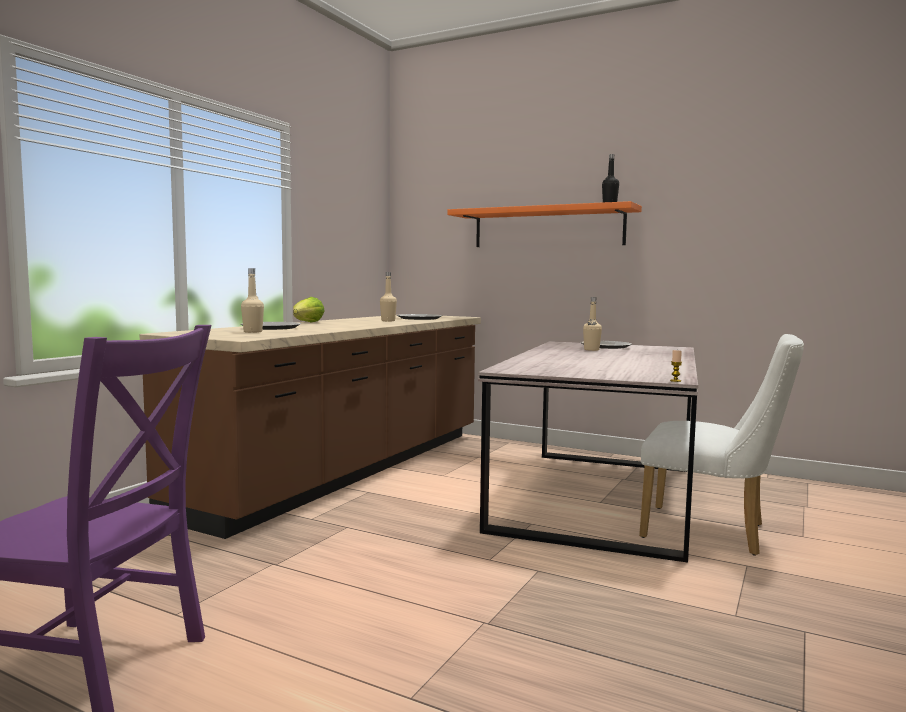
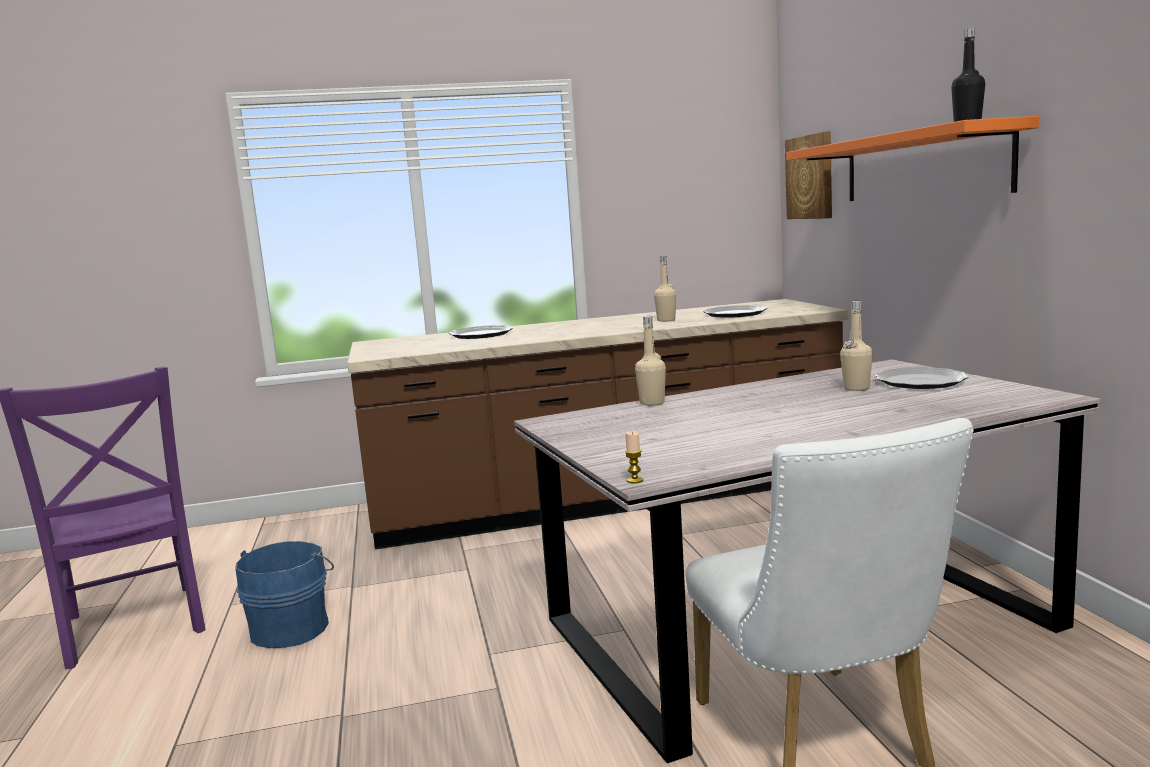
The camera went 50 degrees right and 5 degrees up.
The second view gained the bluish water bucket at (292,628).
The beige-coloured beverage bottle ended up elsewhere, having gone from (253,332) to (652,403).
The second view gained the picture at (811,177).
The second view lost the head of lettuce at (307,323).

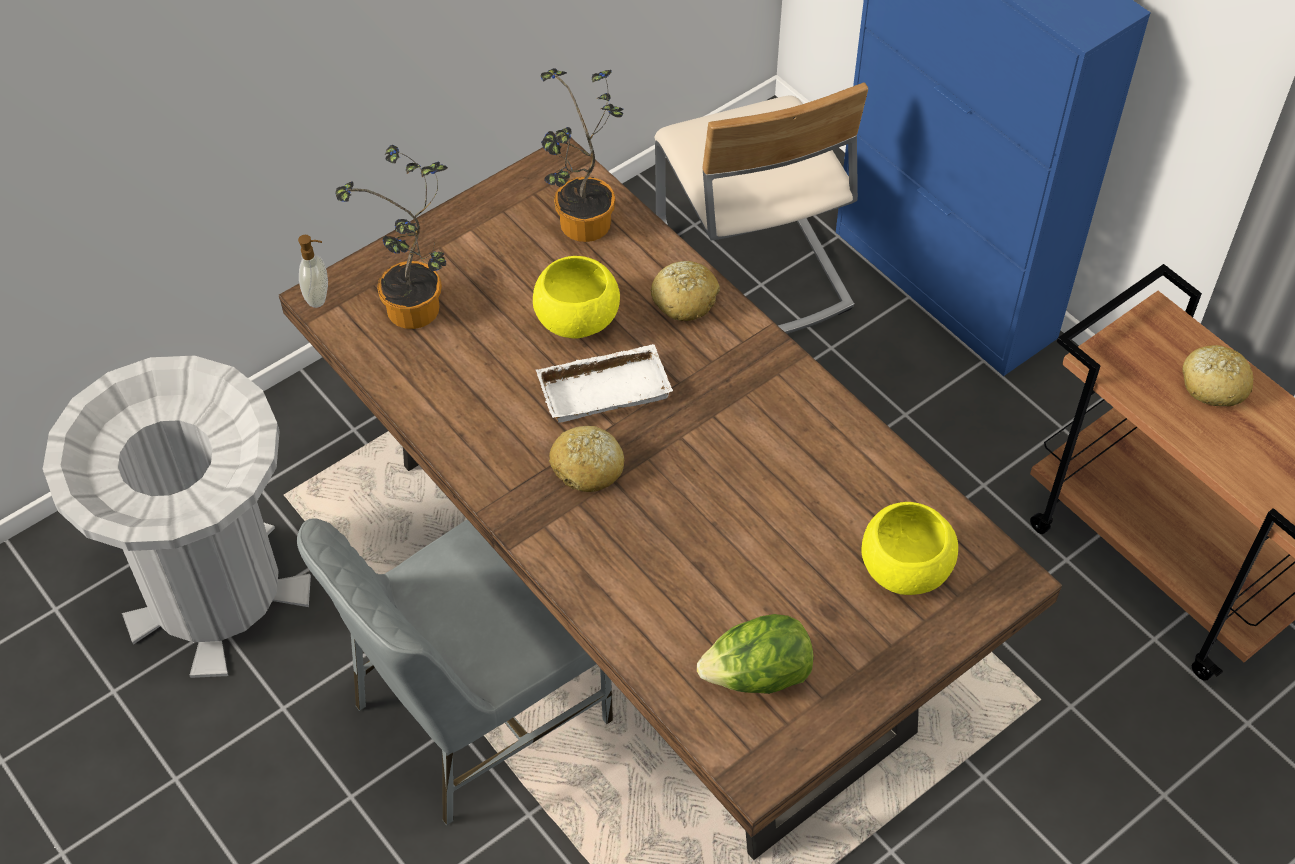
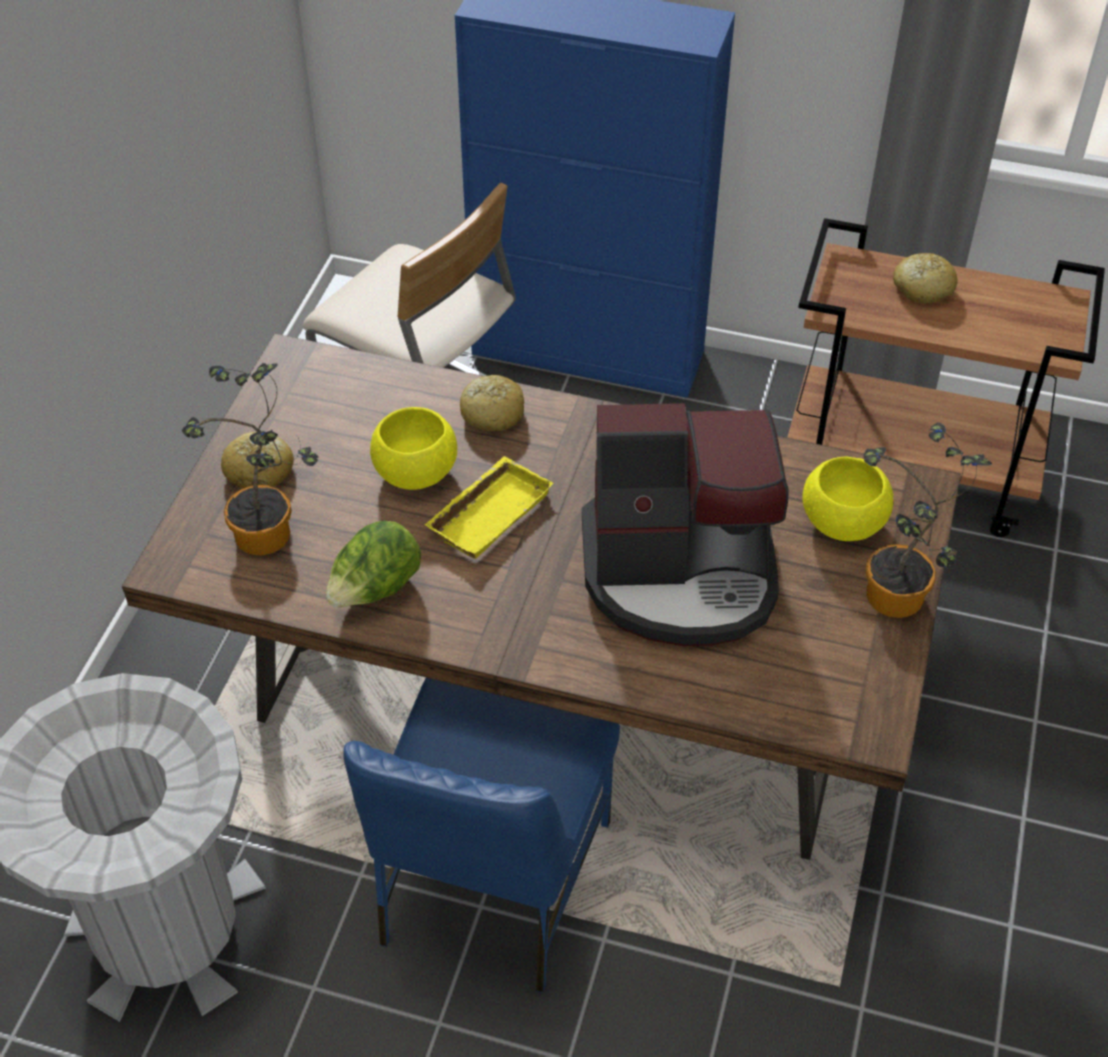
The camera went 35 degrees left and 5 degrees down.
The bread ended up elsewhere, having gone from (588,467) to (259,470).
The head of lettuce ended up elsewhere, having gone from (757,676) to (376,590).
What was the gray plain chair at (476,712) turned into the bluish plain chair at (490,884).
What was the white-coloured carrying tray at (605,387) turned into the yellow carrying tray at (488,512).
The second view gained the coffee machine at (681,574).
The plant in a pot ended up elsewhere, having gone from (581,229) to (896,603).
The second view lost the liquid soap bottle at (319,296).

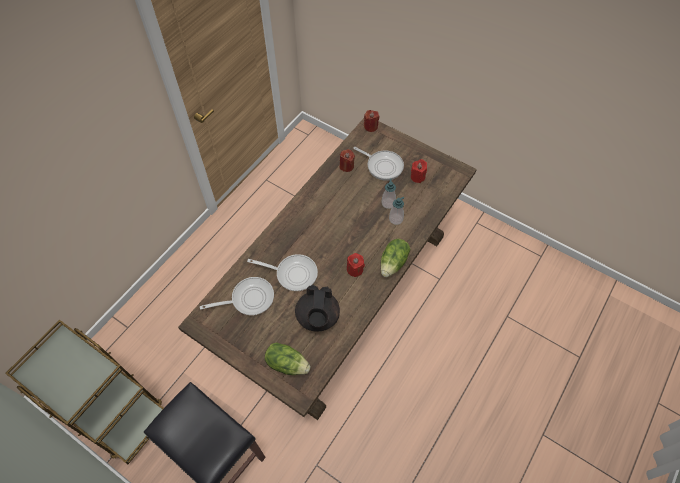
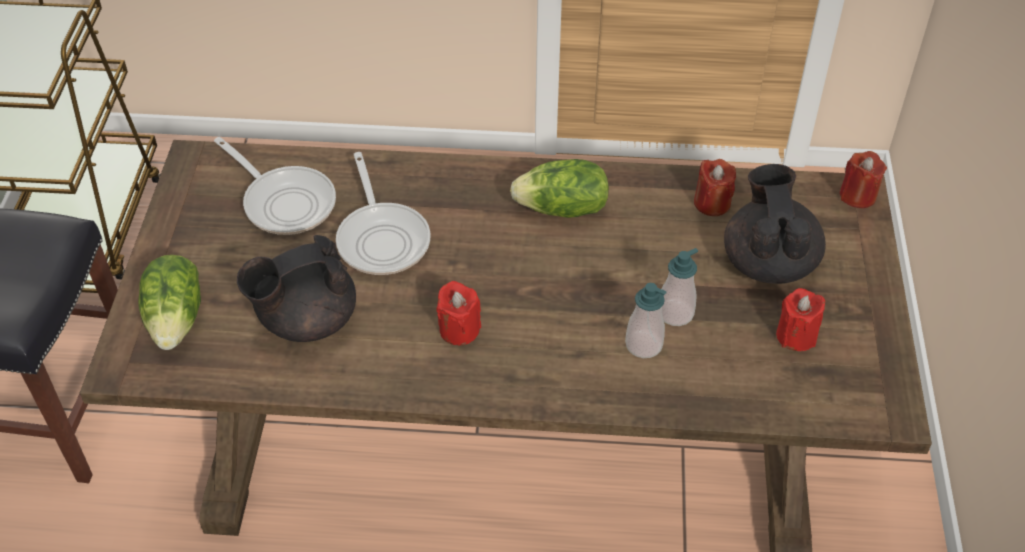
The camera went 60 degrees right and 10 degrees down.
The head of lettuce ended up elsewhere, having gone from (394,263) to (562,209).
Where the frying pan stood at (383,166), the blackish pot for tea came to stand at (768,261).

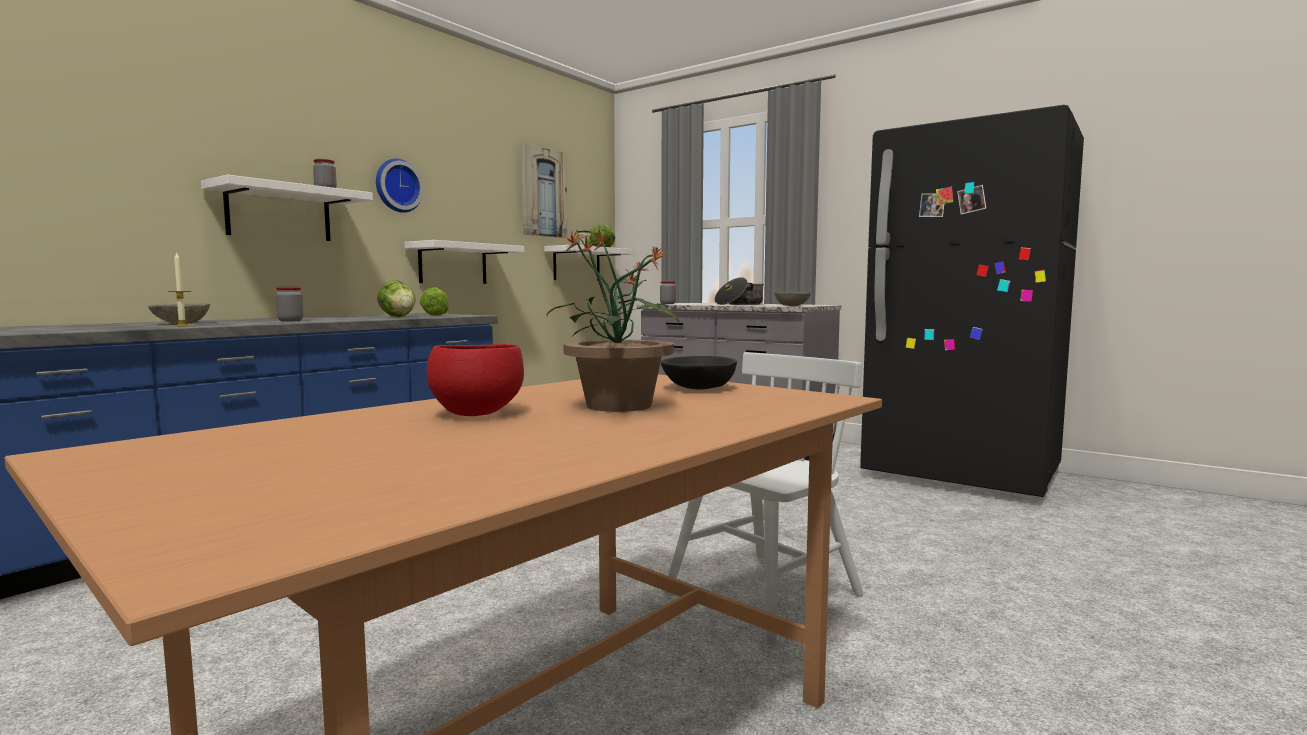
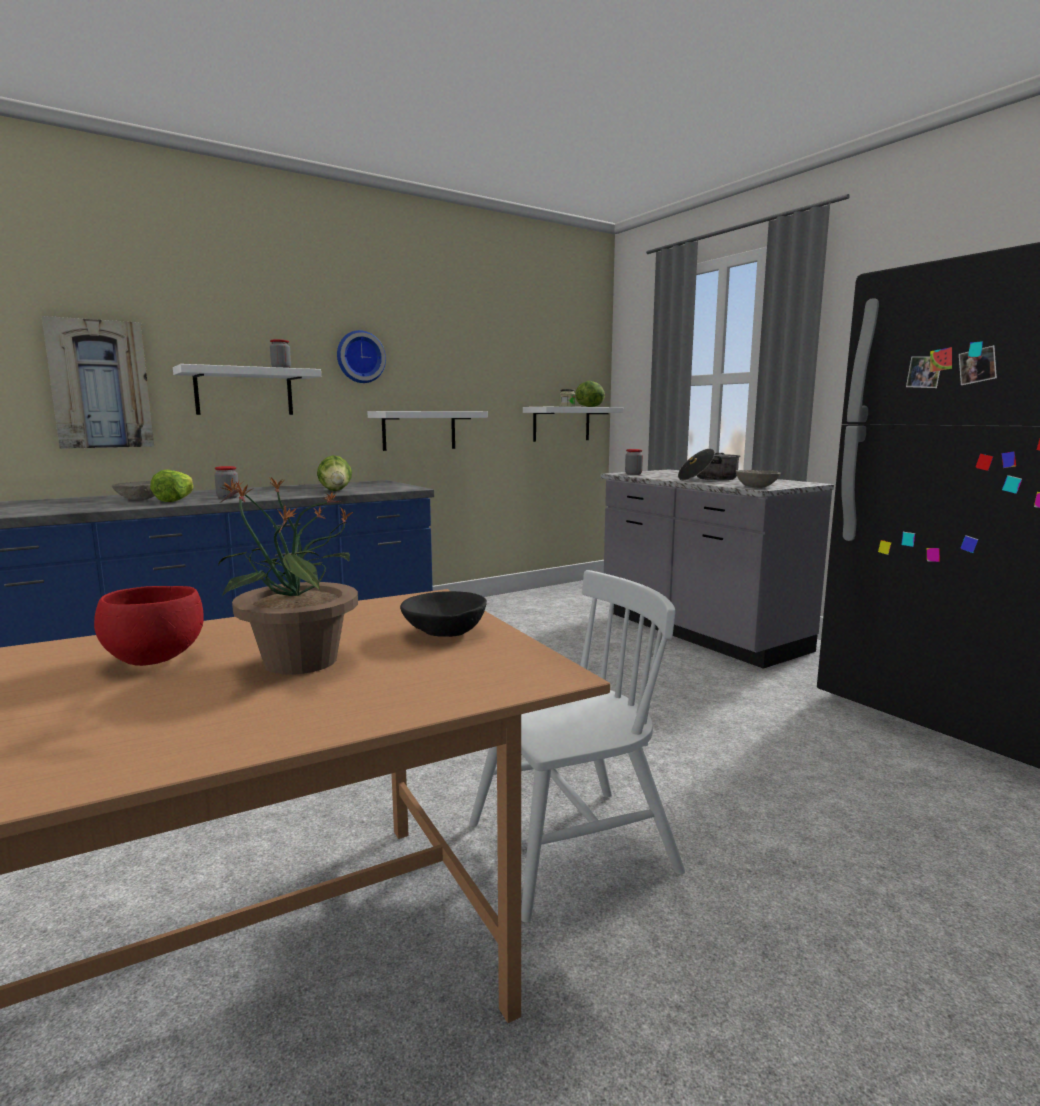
The camera went 20 degrees right and 5 degrees up.
The picture ended up elsewhere, having gone from (543,193) to (100,384).
The head of lettuce ended up elsewhere, having gone from (435,315) to (176,500).
The second view lost the wax candle at (182,325).

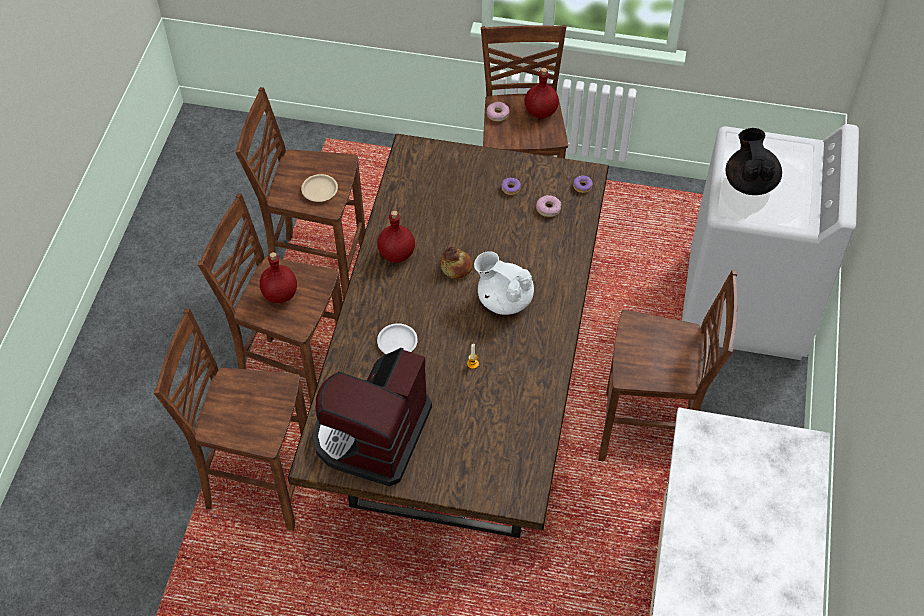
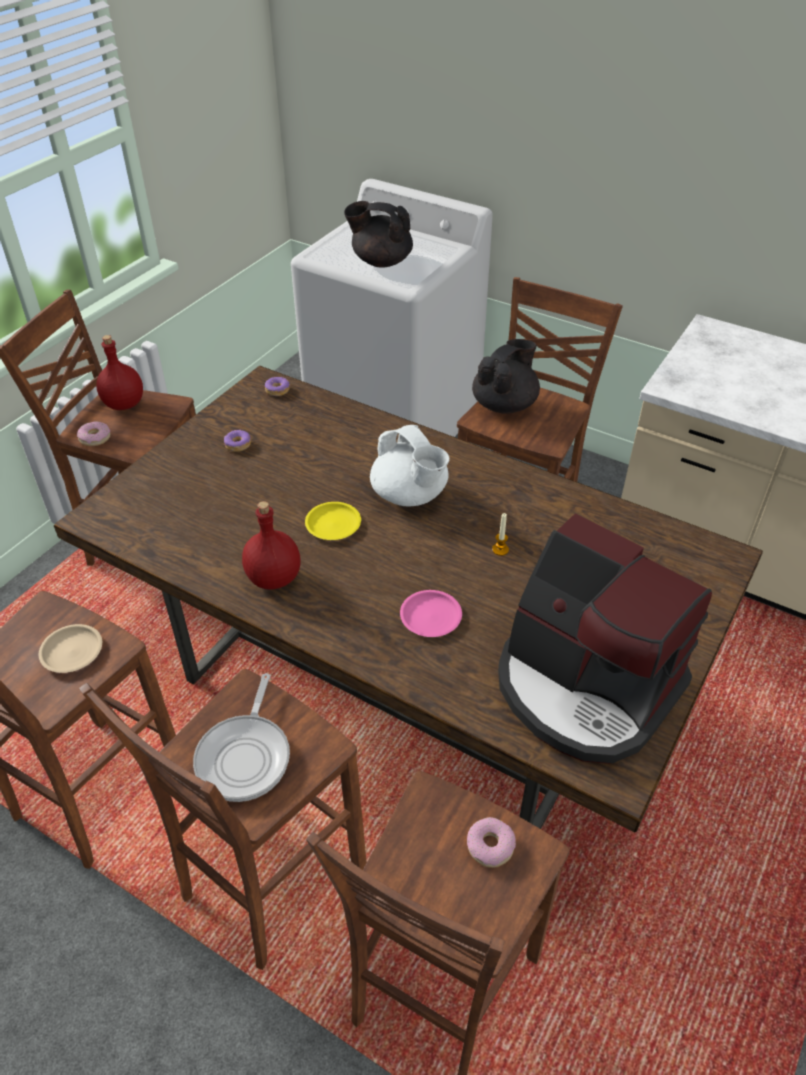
The camera went 70 degrees left and 10 degrees down.
Where the red beverage bottle stood at (281,294), the frying pan came to stand at (245,756).
Where the bread stood at (456,267), the yellow plate came to stand at (332,524).
The white-coloured pot for tea at (504,299) ended up facing another way, 90 degrees counterclockwise from before.
What was the white-coloured plate at (397,342) turned into the pinkish plate at (431,616).
The doughnut ended up elsewhere, having gone from (548,209) to (490,846).
The second view gained the blackish pot for tea at (505,404).

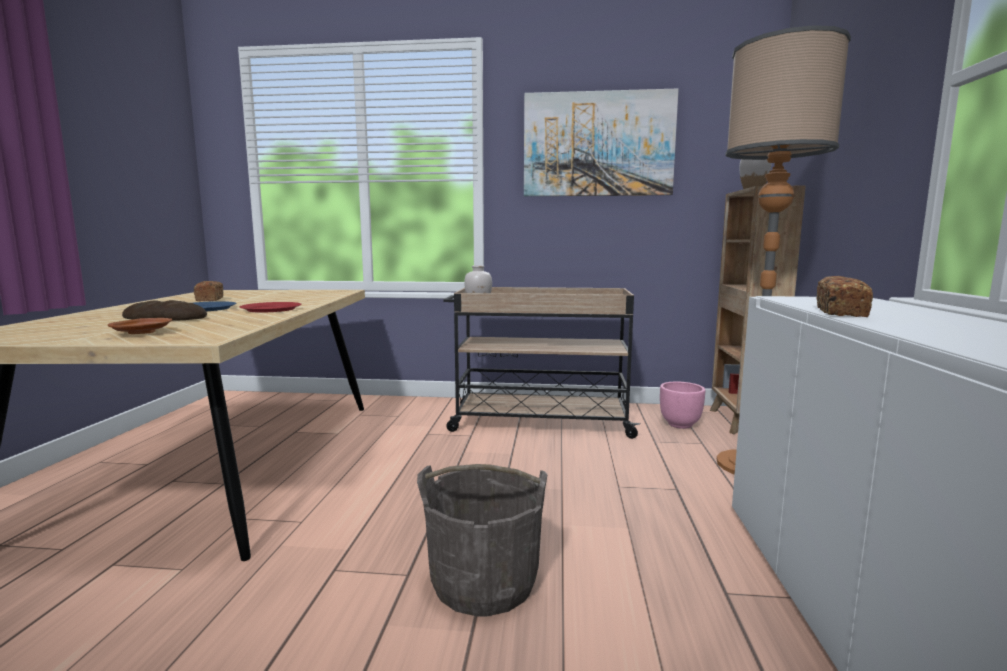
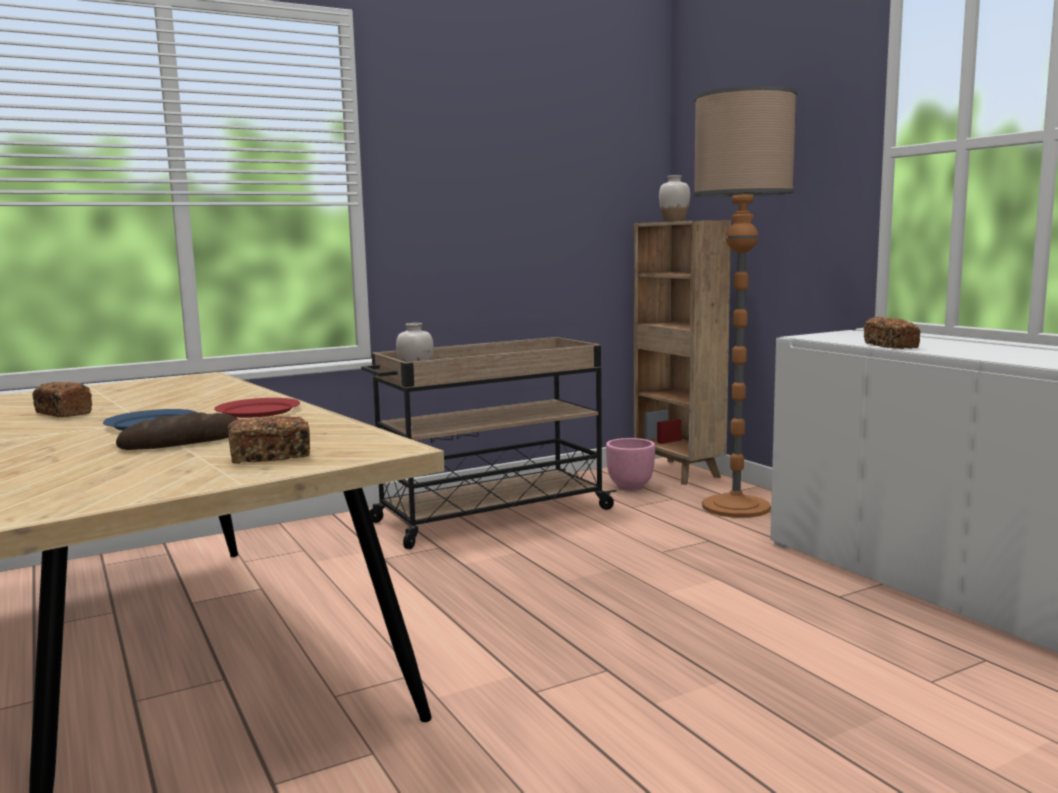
The camera went 35 degrees left and 0 degrees up.
Where the brownish plate stood at (142,333), the bread came to stand at (270,457).
The second view lost the gray water bucket at (484,582).
The second view lost the picture at (598,144).

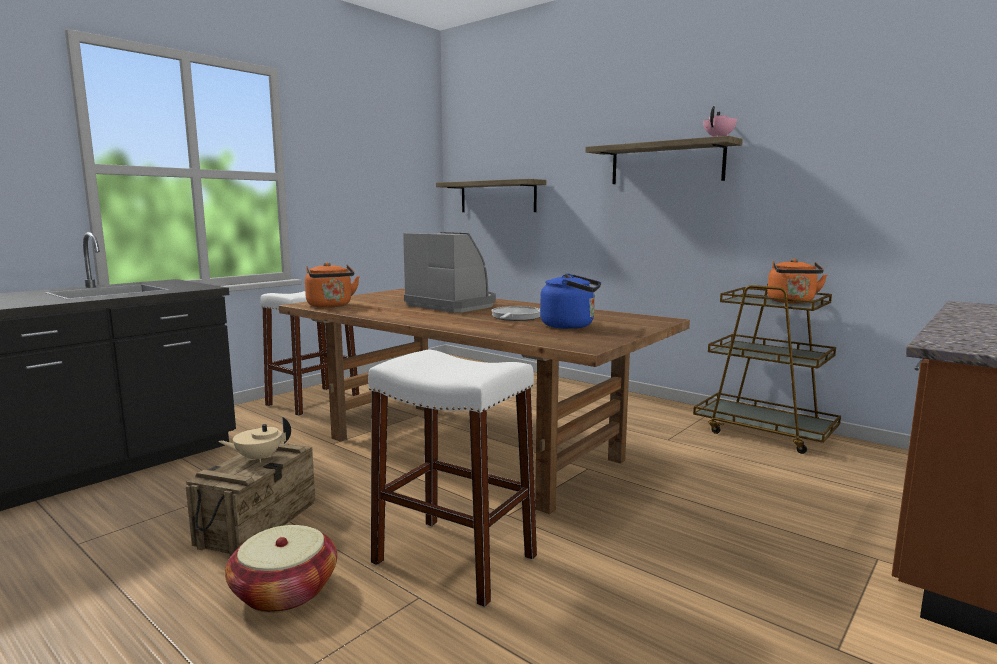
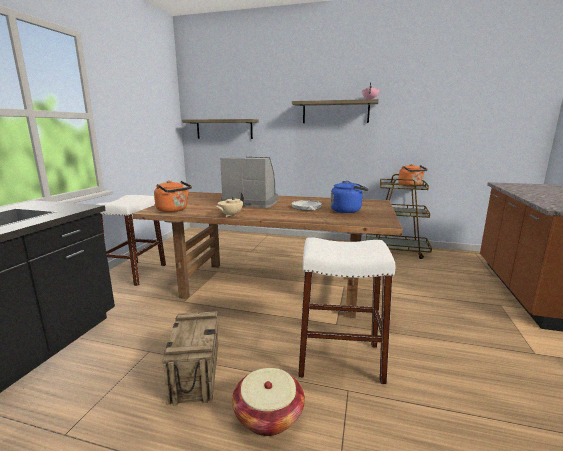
The camera went 25 degrees left and 5 degrees up.
The beige-coloured pot for tea ended up elsewhere, having gone from (258,458) to (230,215).

